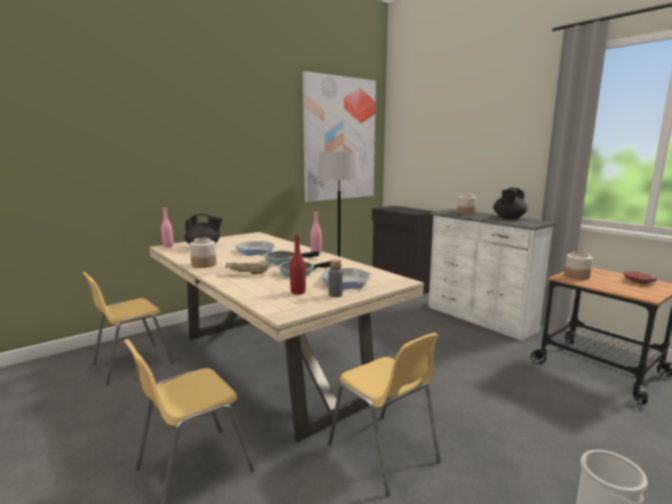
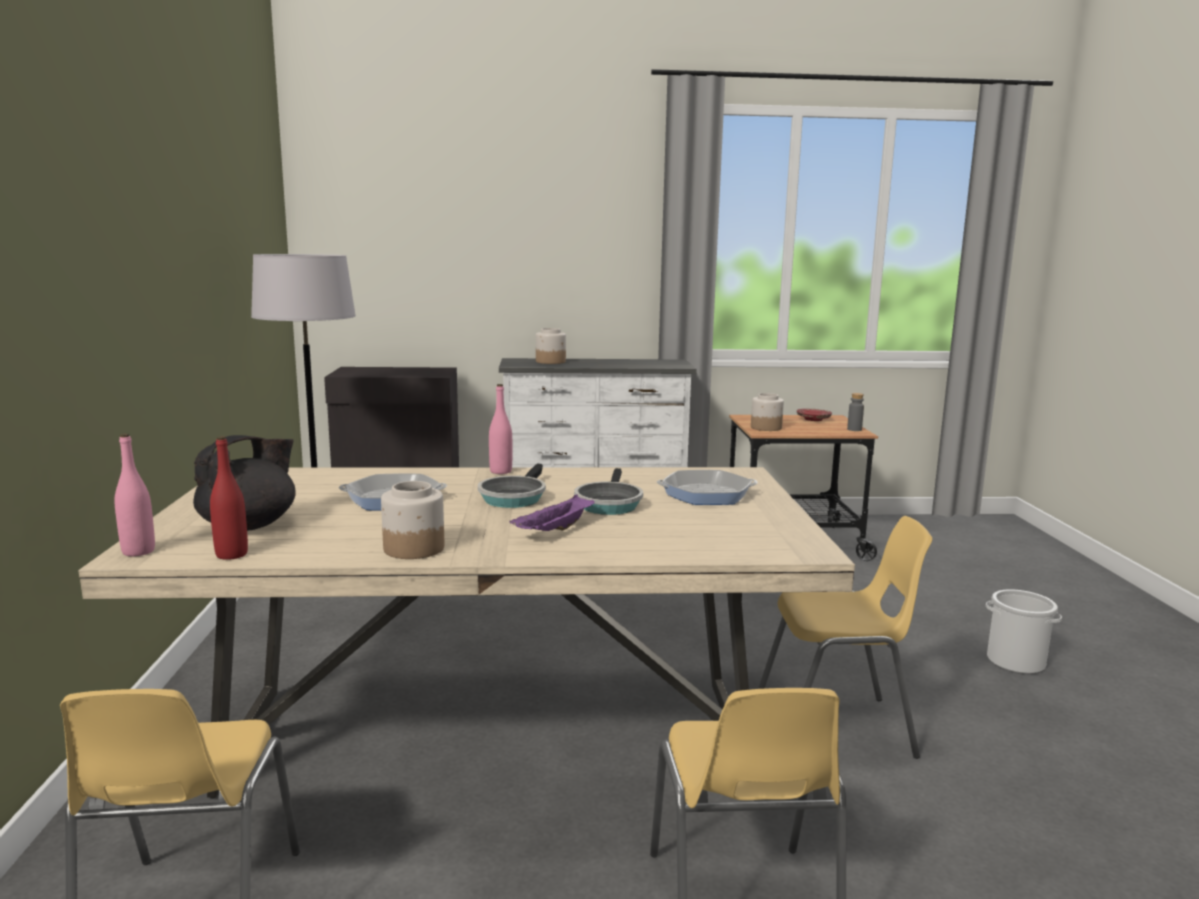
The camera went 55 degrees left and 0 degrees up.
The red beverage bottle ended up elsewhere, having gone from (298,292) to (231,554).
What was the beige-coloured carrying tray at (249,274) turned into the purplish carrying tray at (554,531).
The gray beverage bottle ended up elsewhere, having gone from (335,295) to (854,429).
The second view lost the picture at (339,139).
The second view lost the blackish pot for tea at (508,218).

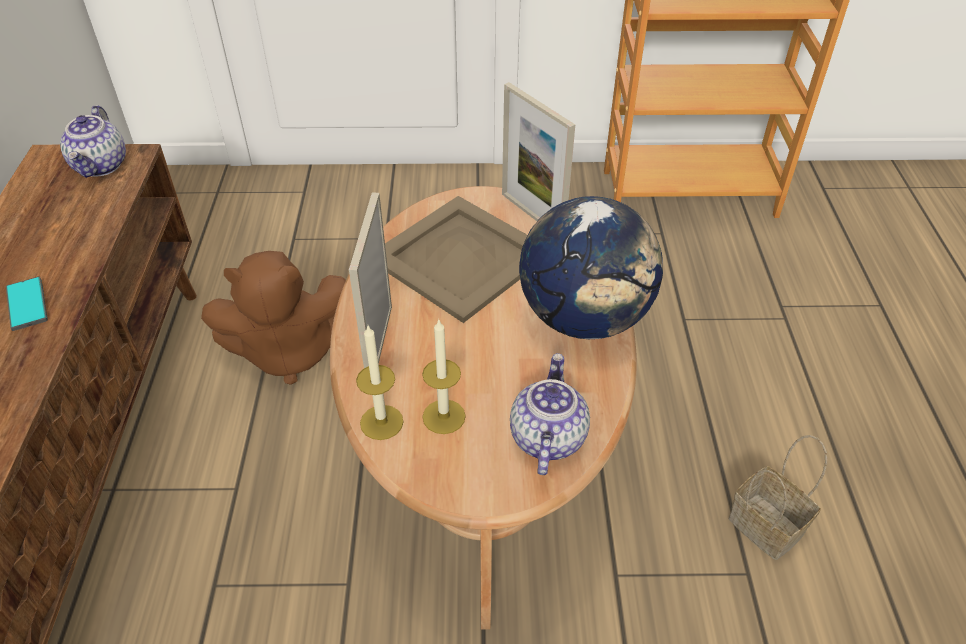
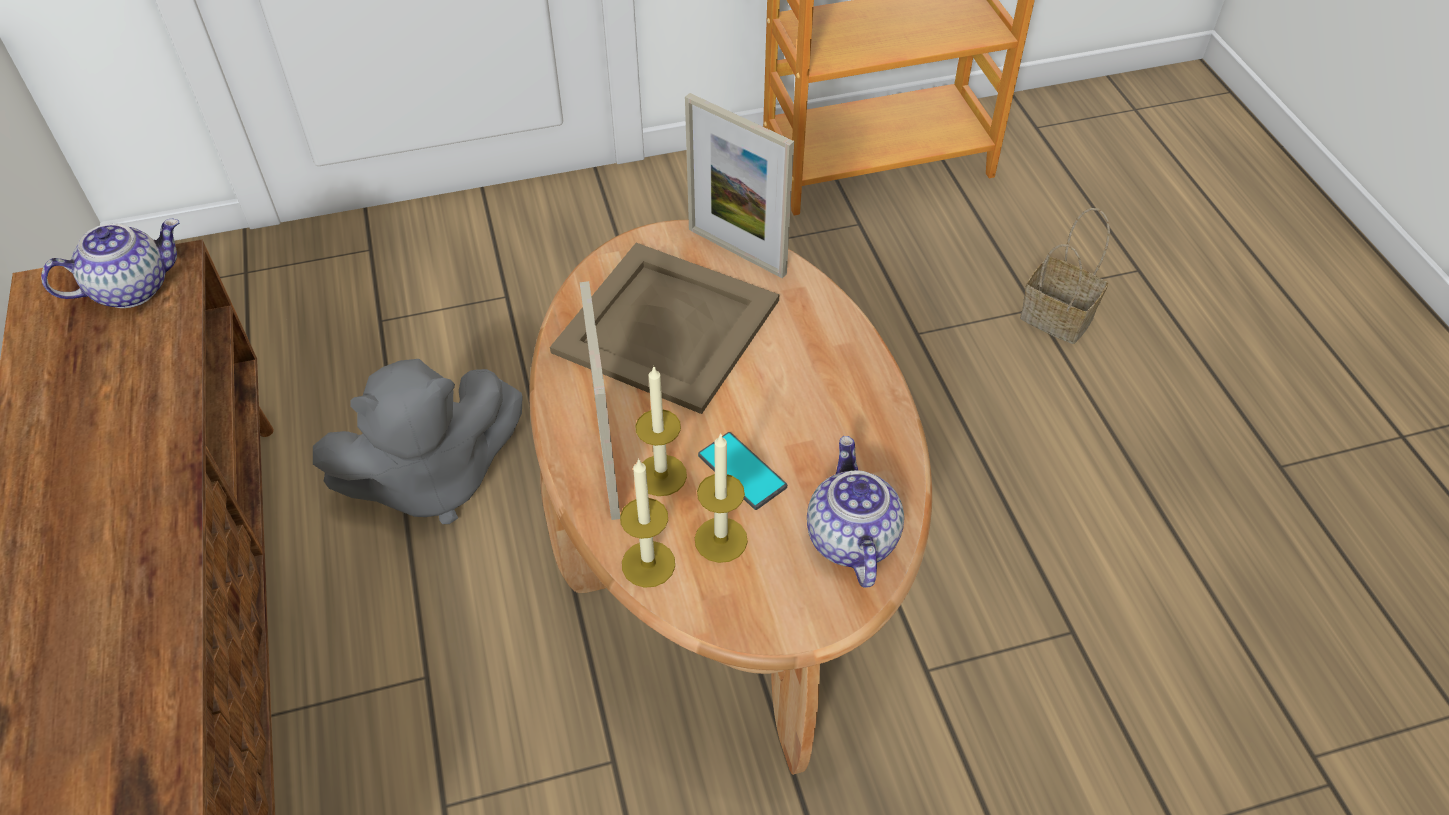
The camera went 15 degrees left and 5 degrees up.
The pot for tea at (101,166) ended up facing another way, 105 degrees counterclockwise from before.
What was the brownish soft toy at (290,351) turned into the gray soft toy at (432,479).
The second view gained the wax candle at (661,475).
The phone ended up elsewhere, having gone from (27,304) to (742,471).
The household basket ended up elsewhere, having gone from (763,525) to (1053,317).
The second view lost the globe at (585,318).

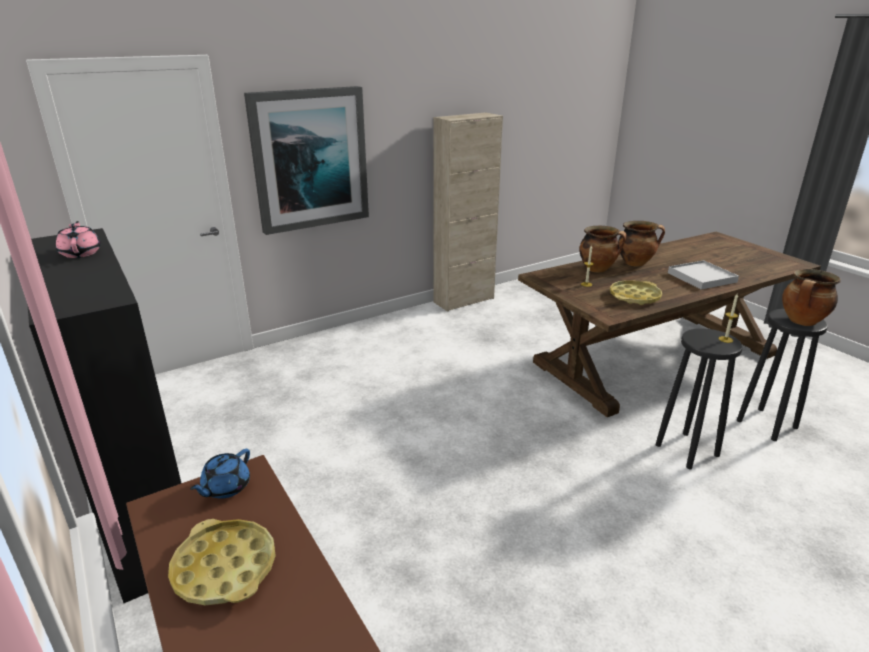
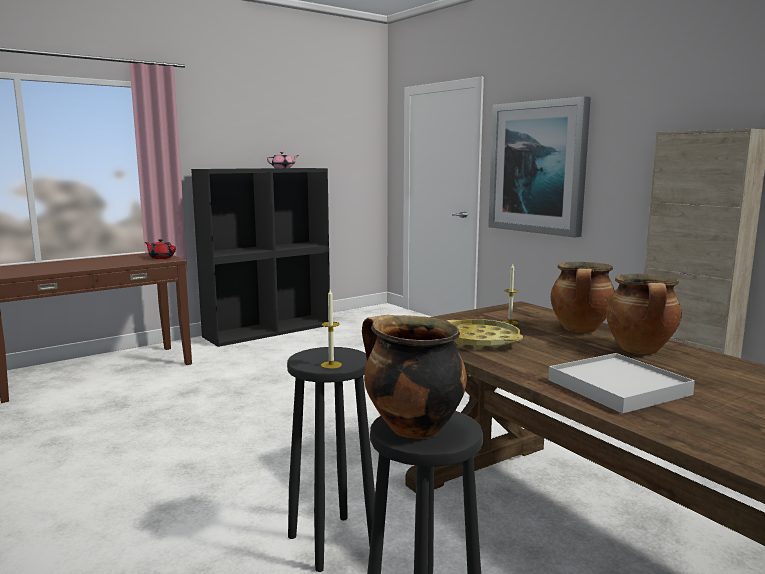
The camera went 85 degrees right and 15 degrees down.
What was the bluish pot for tea at (225,488) turned into the red pot for tea at (161,258).
The second view lost the yellow carrying tray at (224,568).

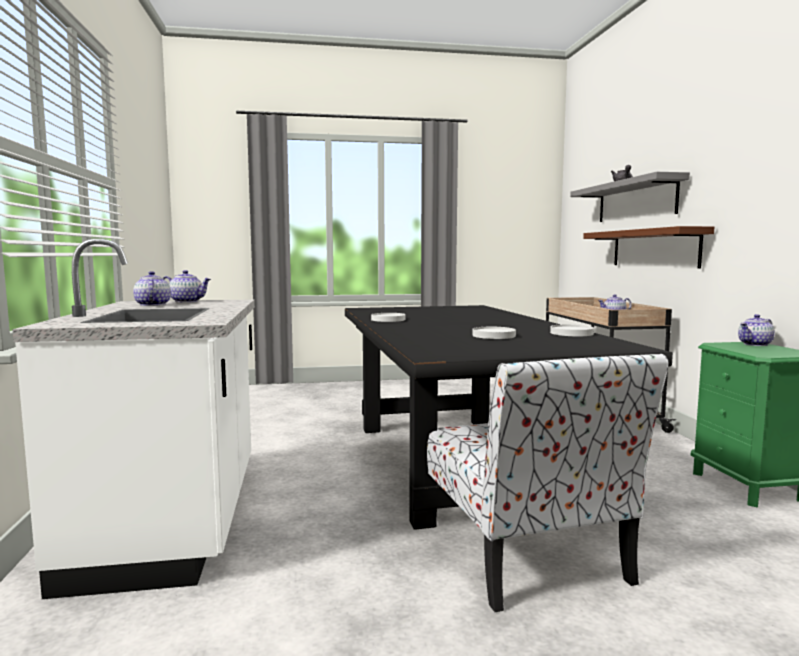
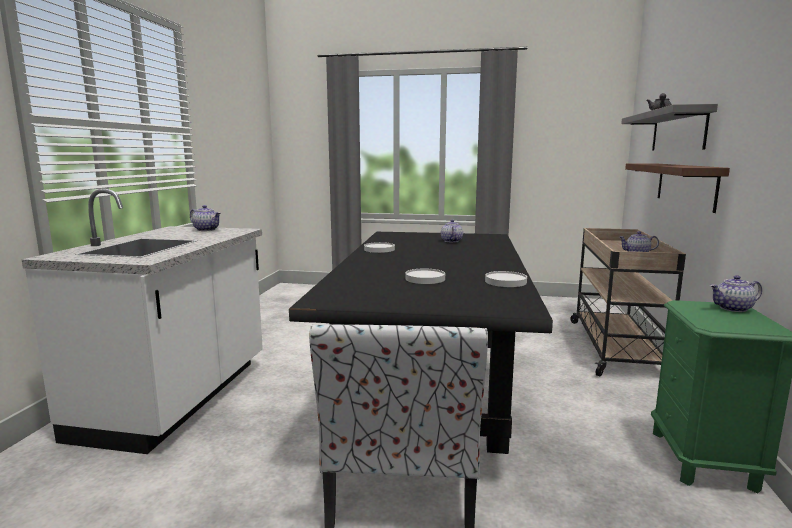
The camera went 20 degrees right and 5 degrees up.
The pot for tea ended up elsewhere, having gone from (152,305) to (451,241).

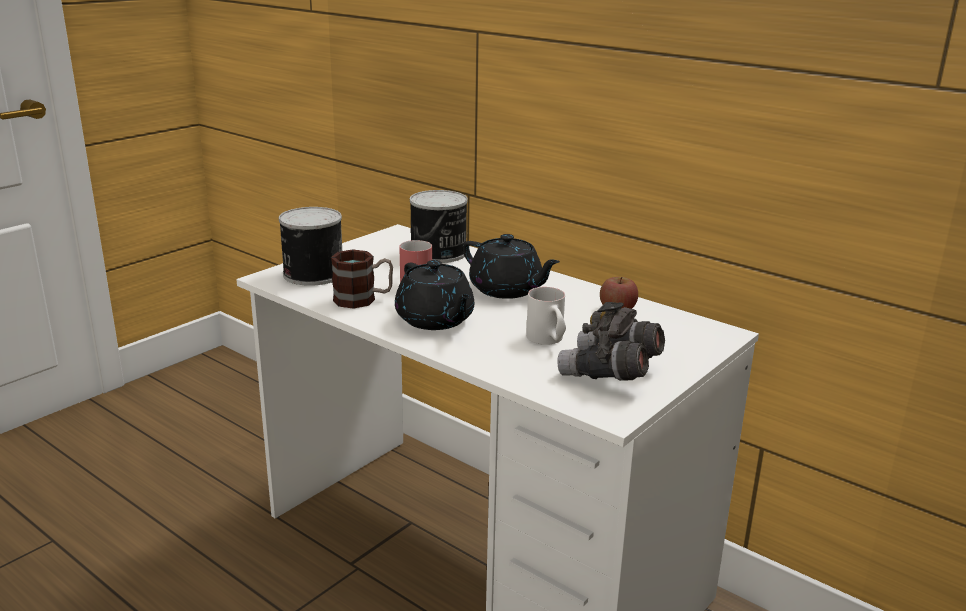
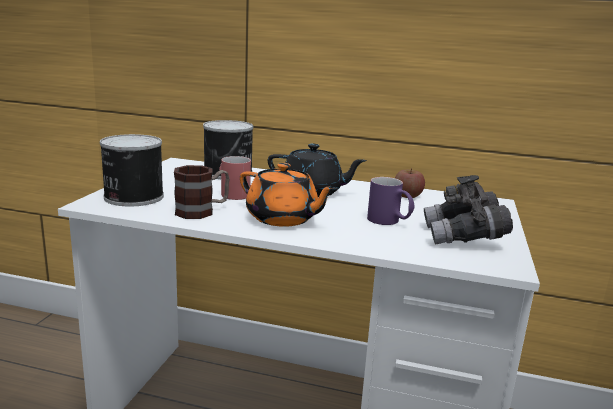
The camera went 25 degrees left and 5 degrees down.
What was the blackish pot for tea at (435,320) turned into the orange-coloured pot for tea at (283,219).
What was the white-coloured coffee mug at (548,341) turned into the purplish coffee mug at (389,222).

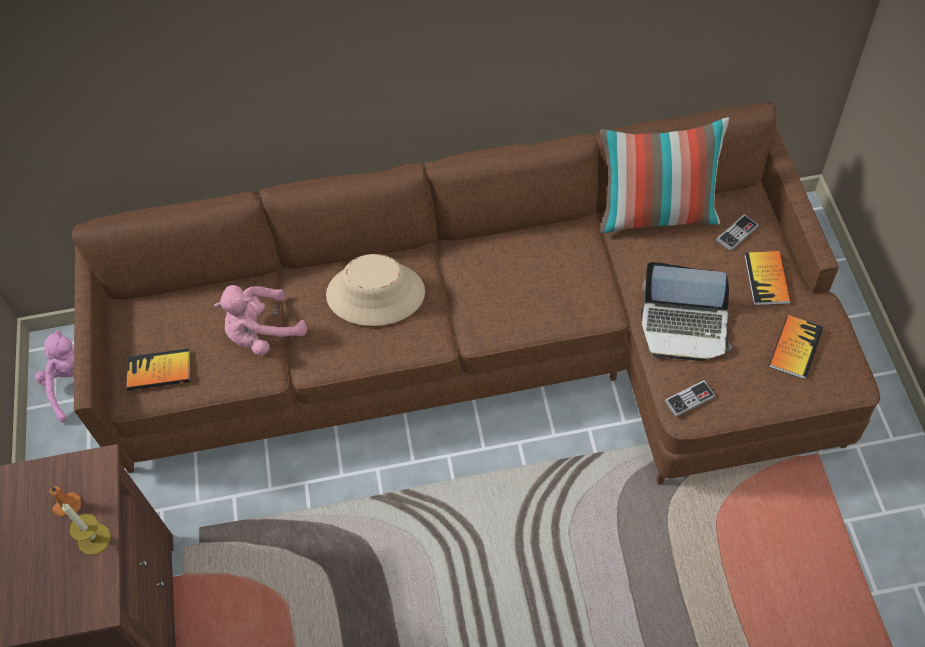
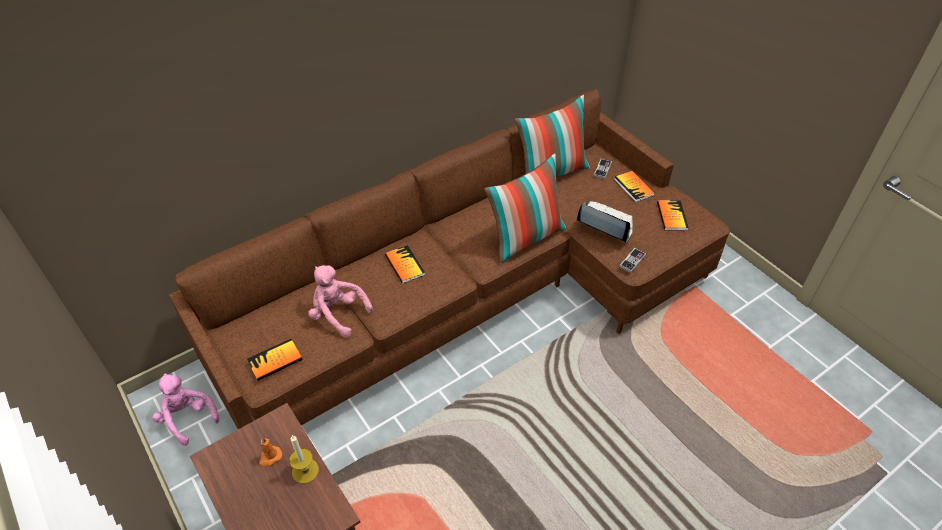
The camera went 30 degrees left and 10 degrees down.
The pinkish soft toy at (262,334) ended up facing another way, 90 degrees clockwise from before.
Where the beige-coloured hat stood at (375,293), the volume came to stand at (404,265).
The second view gained the throw pillow at (525,238).
The portable computer at (685,327) ended up facing another way, 135 degrees counterclockwise from before.

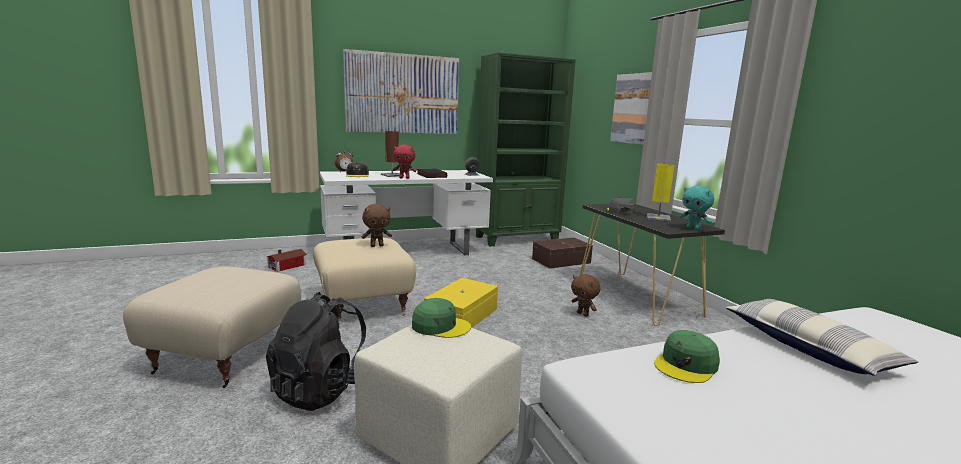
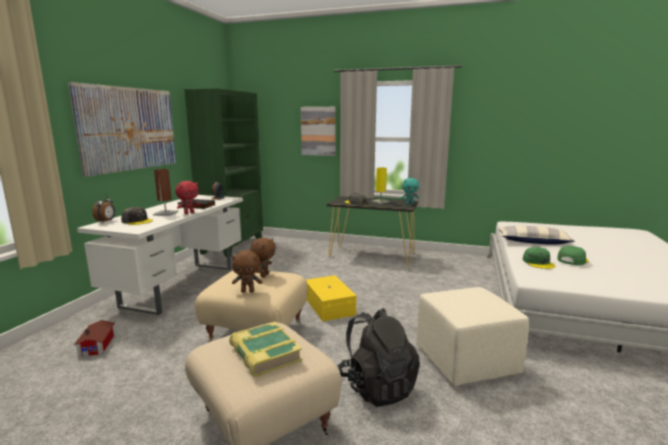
The camera went 50 degrees left and 0 degrees up.
The second view gained the volume at (264,354).
The brownish soft toy ended up elsewhere, having gone from (583,314) to (248,291).
The greenish baseball cap ended up elsewhere, having gone from (440,326) to (572,260).
The second view lost the brownish storage container at (560,261).

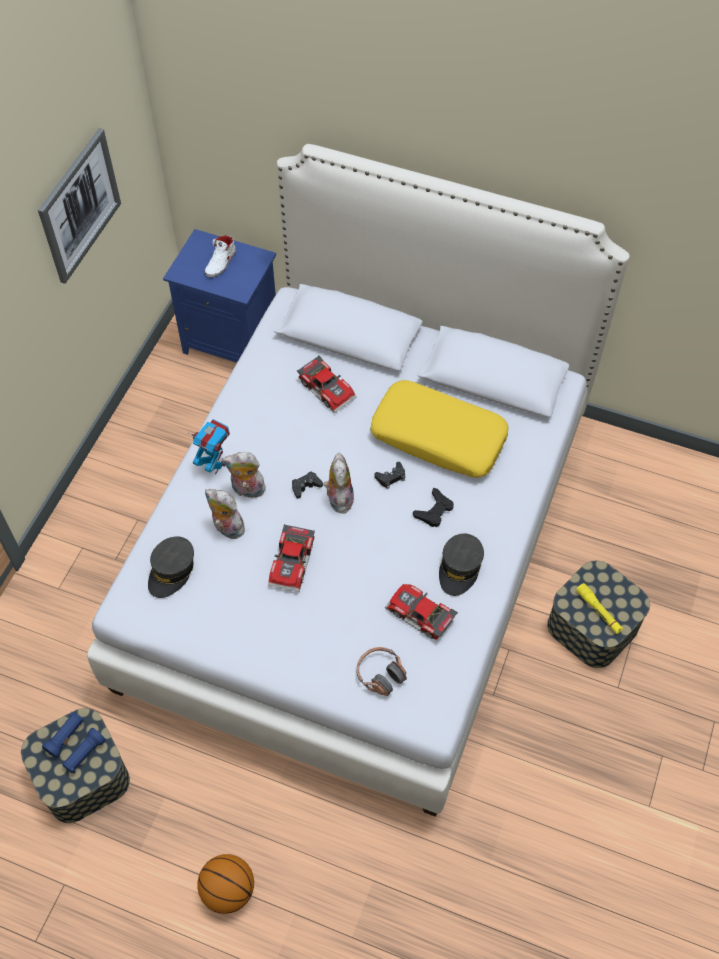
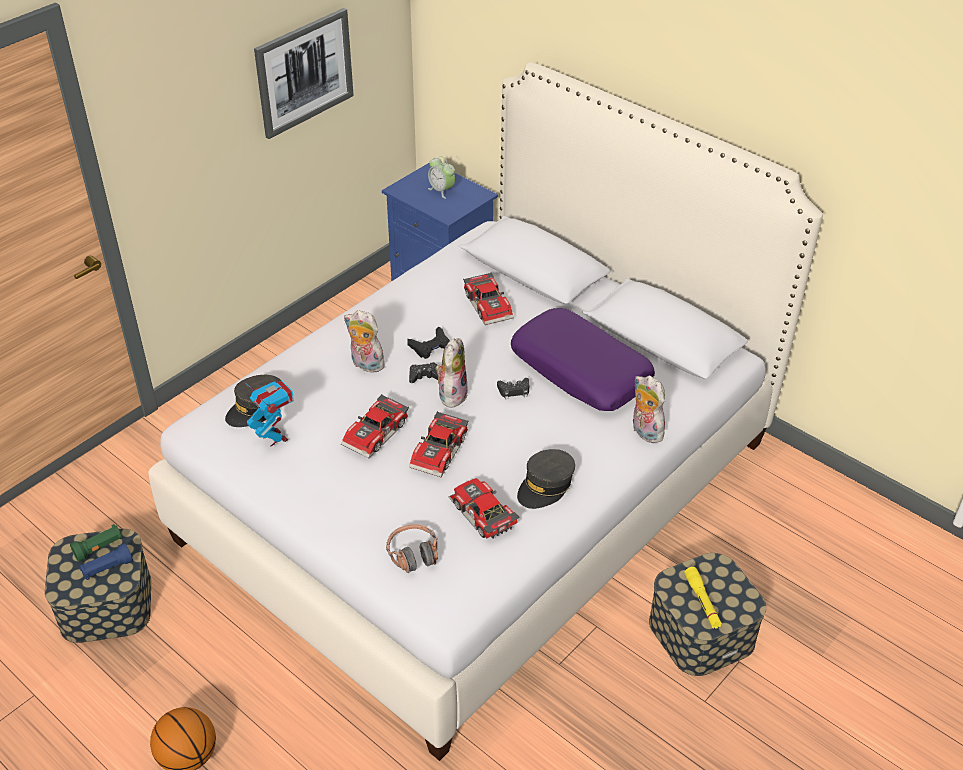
The camera went 20 degrees right and 15 degrees down.
What was the bluish flashlight at (66,737) turned into the greenish flashlight at (99,548).
The toy robot ended up elsewhere, having gone from (214,465) to (275,438).
The blackish joypad ended up elsewhere, having gone from (434,511) to (430,346).
The second view gained the model car at (441,451).
Where the white-coloured shoe stood at (221,263), the bedside clock came to stand at (441,190).
What was the yellow throw pillow at (439,436) turned into the purplish throw pillow at (581,370).
The soft toy ended up elsewhere, having gone from (226,528) to (644,432).

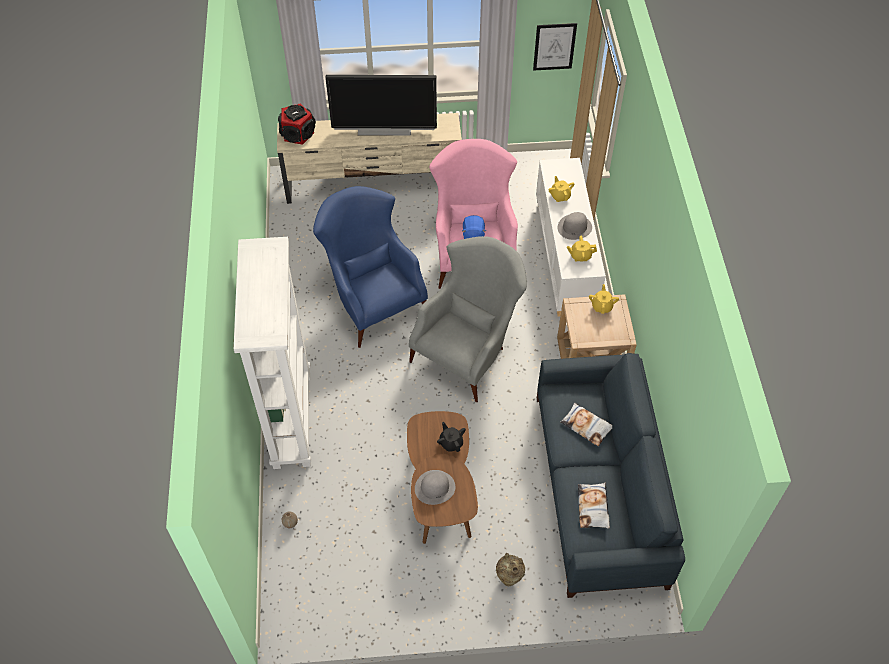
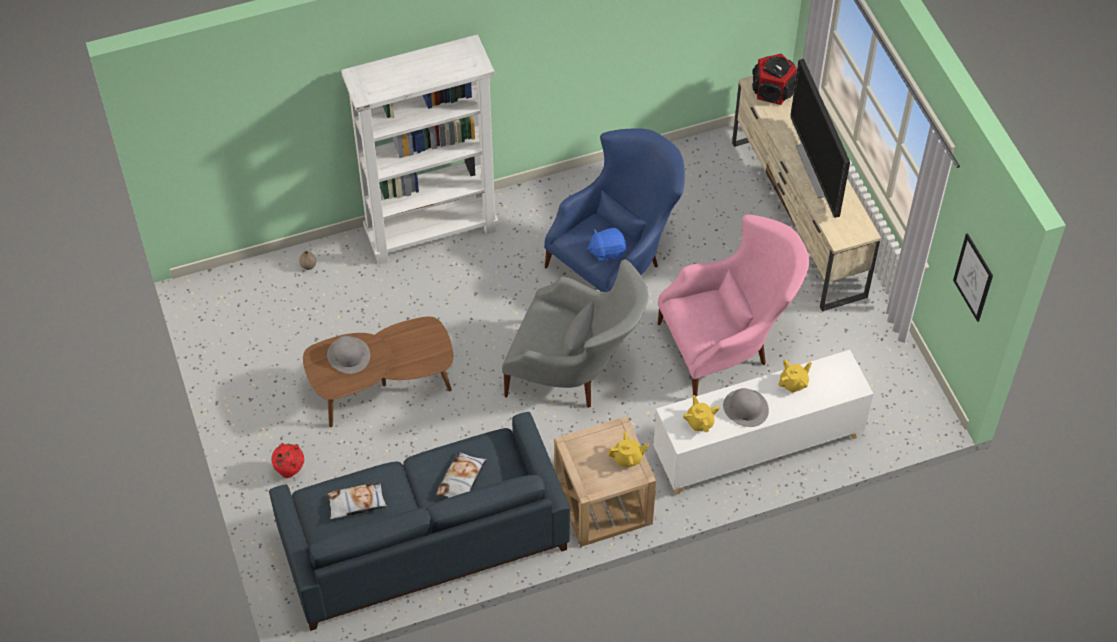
The camera went 75 degrees right and 0 degrees up.
What was the beige-coloured flower vase at (509,578) turned into the red flower vase at (290,472).
The bluish soft toy ended up elsewhere, having gone from (473,235) to (607,251).
The second view lost the blackish pot for tea at (451,443).

